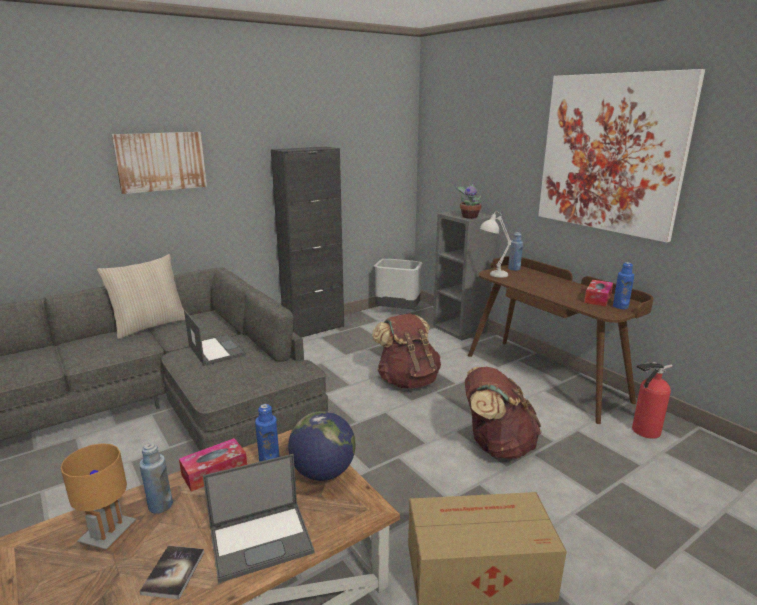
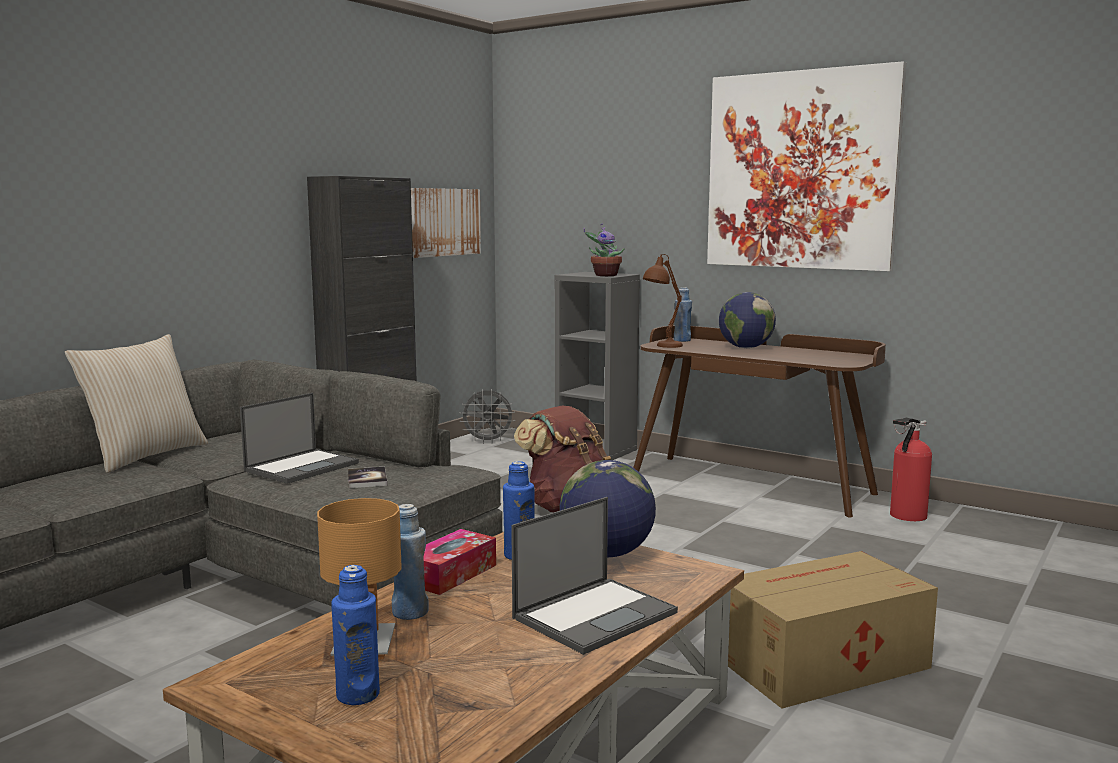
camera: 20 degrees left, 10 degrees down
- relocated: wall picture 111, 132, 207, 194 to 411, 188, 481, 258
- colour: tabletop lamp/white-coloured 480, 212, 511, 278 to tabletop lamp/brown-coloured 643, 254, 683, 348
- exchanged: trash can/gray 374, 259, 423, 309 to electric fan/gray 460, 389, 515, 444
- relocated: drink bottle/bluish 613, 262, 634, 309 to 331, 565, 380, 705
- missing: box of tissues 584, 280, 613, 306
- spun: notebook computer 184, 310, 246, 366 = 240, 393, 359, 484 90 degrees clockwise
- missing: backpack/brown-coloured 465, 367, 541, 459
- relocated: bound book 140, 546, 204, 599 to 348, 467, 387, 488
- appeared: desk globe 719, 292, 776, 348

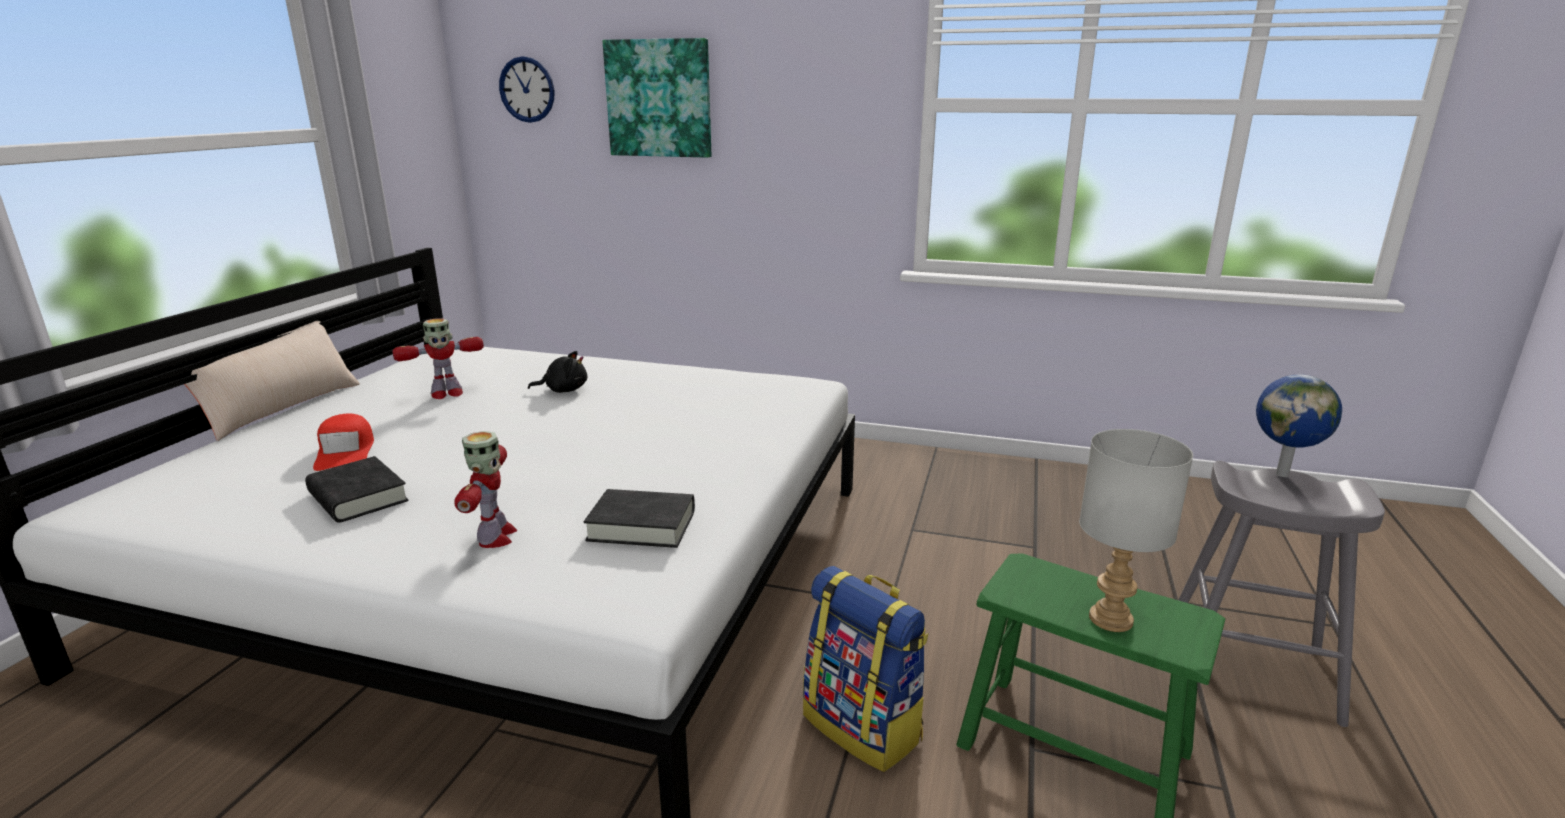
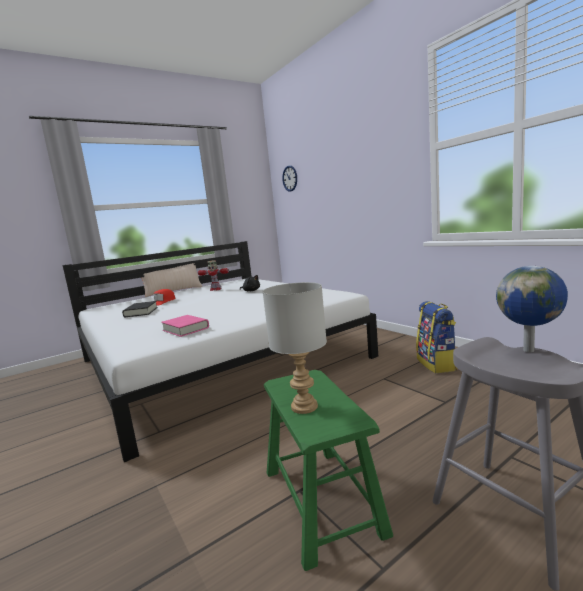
camera: 40 degrees right, 10 degrees down
- missing: wall picture 603, 38, 711, 158
- missing: toy robot 455, 431, 517, 548
- colour: bound book/blackish 584, 489, 695, 548 to bound book/pink 161, 315, 209, 337
- relocated: backpack 803, 566, 929, 772 to 416, 301, 457, 373

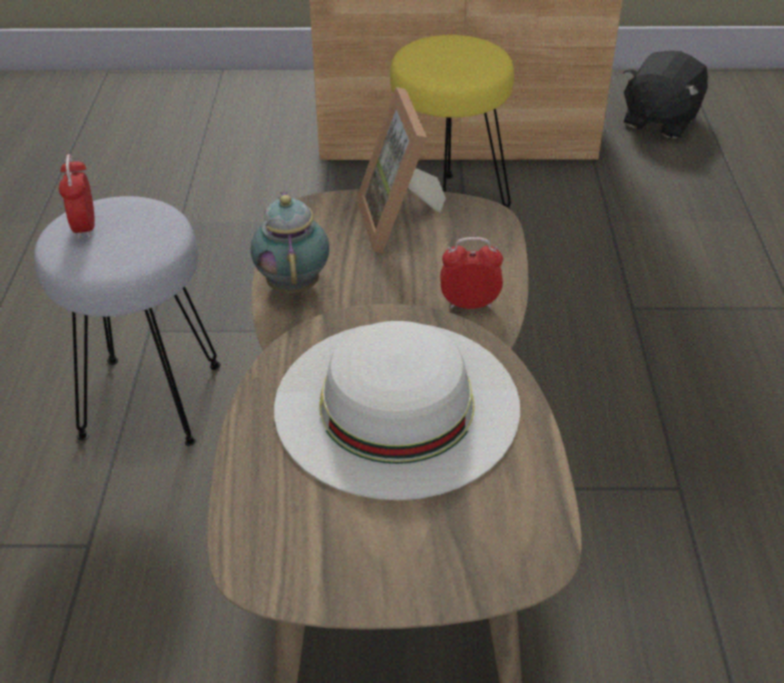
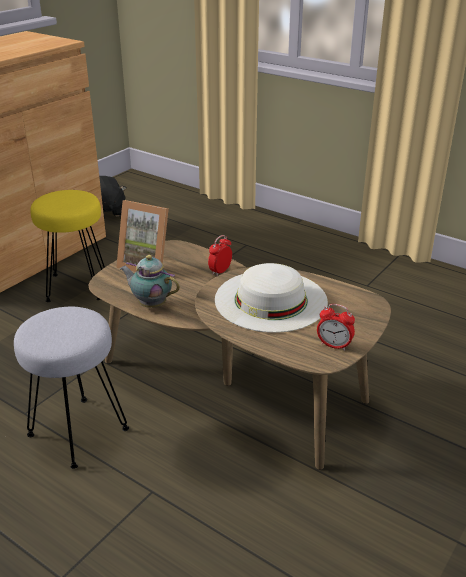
camera: 55 degrees left, 10 degrees down
- relocated: alarm clock 59, 154, 95, 239 to 317, 304, 355, 351

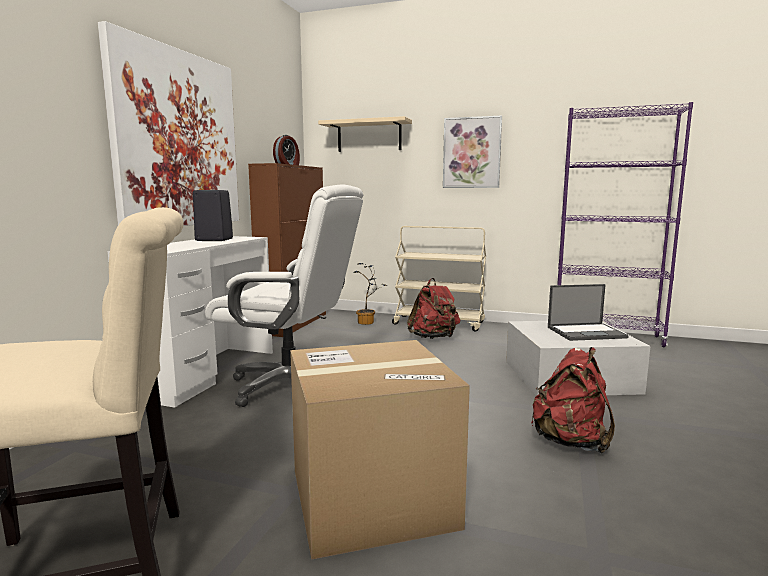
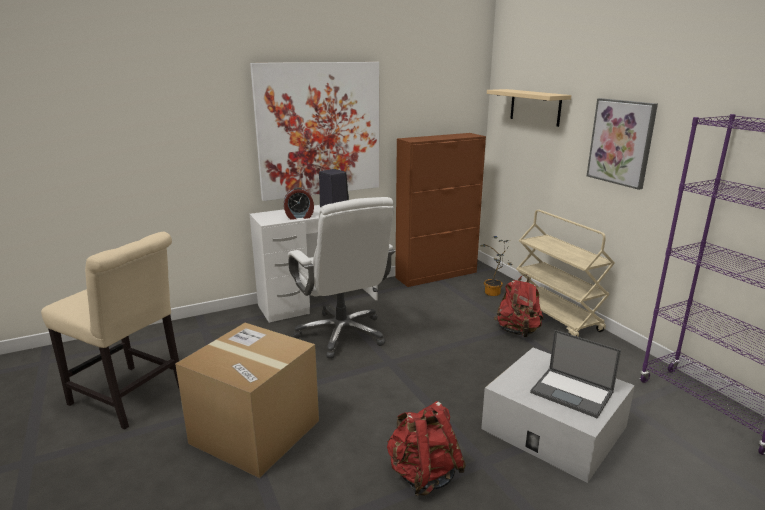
camera: 45 degrees right, 10 degrees up
- relocated: alarm clock 273, 135, 300, 165 to 284, 187, 314, 220

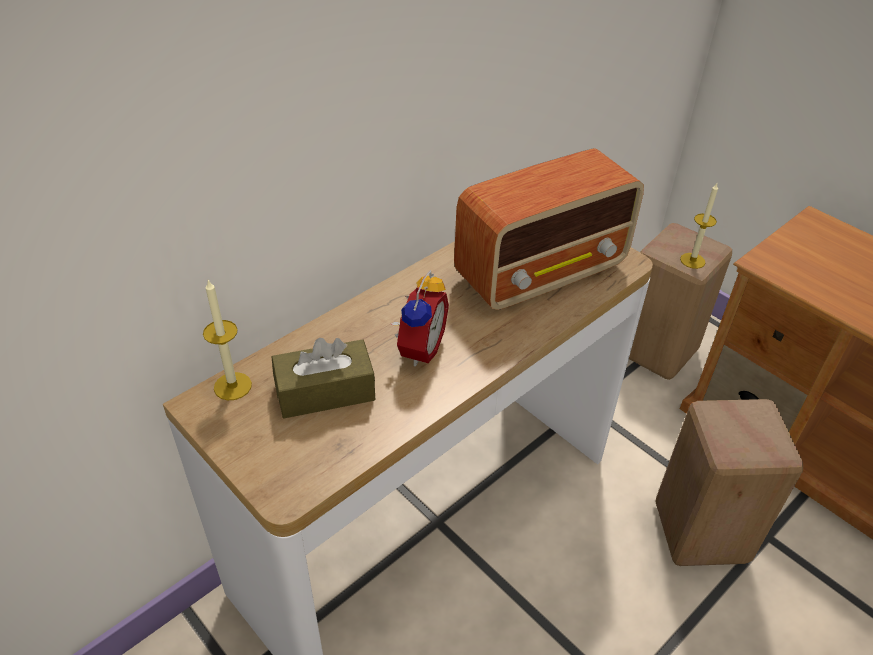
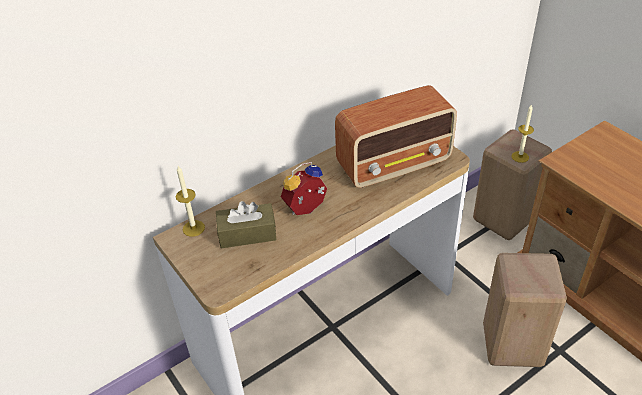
camera: 10 degrees right, 0 degrees up
- spun: alarm clock 390, 270, 449, 366 = 281, 162, 327, 215 150 degrees counterclockwise

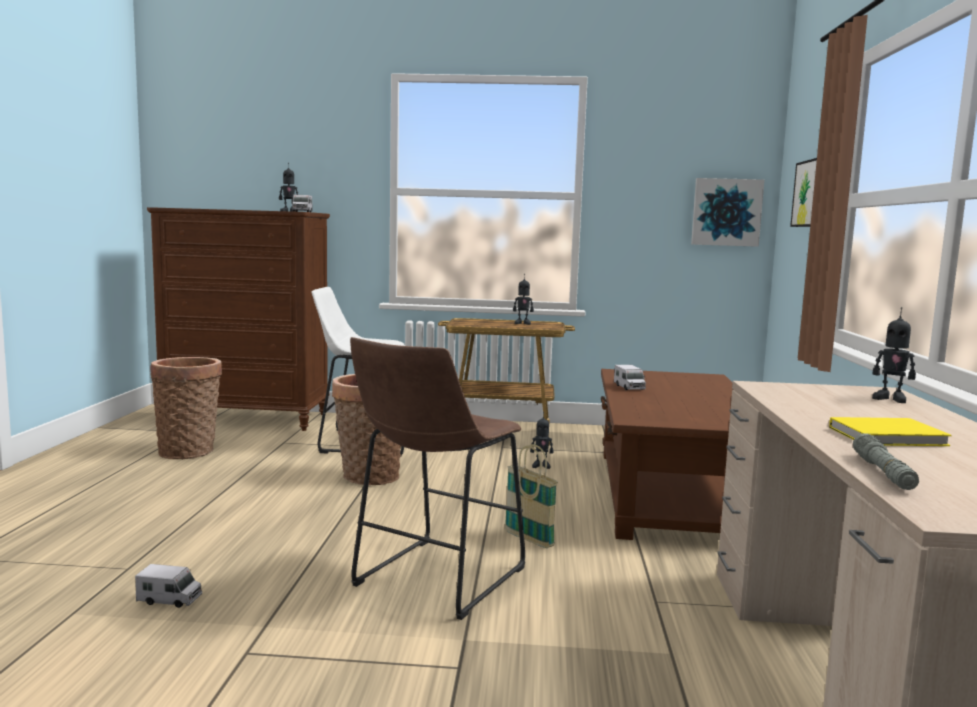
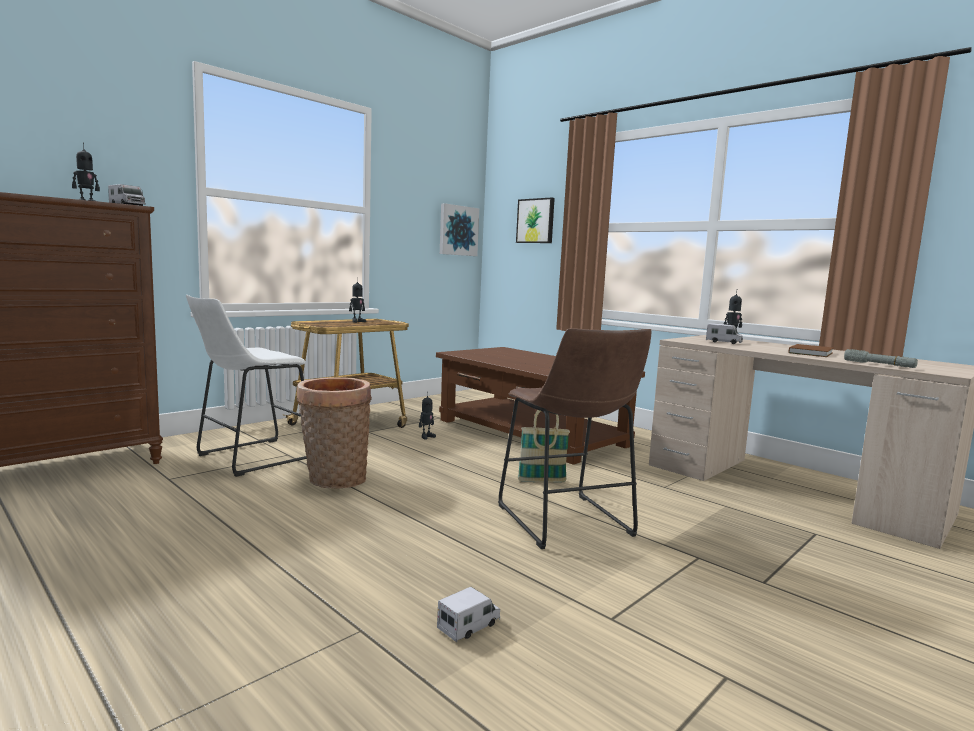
camera: 50 degrees left, 0 degrees up
- missing: storage basket 150, 357, 222, 459
- relocated: toy truck 614, 365, 646, 390 to 706, 323, 743, 344
- colour: bound book/yellow-coloured 829, 417, 952, 446 to bound book/brown-coloured 788, 344, 833, 357

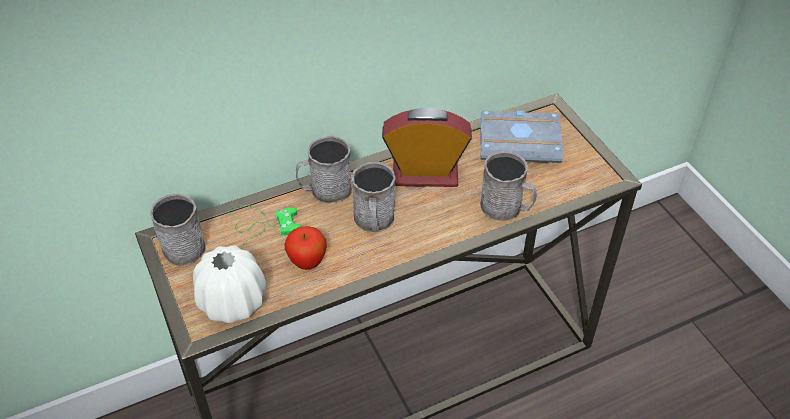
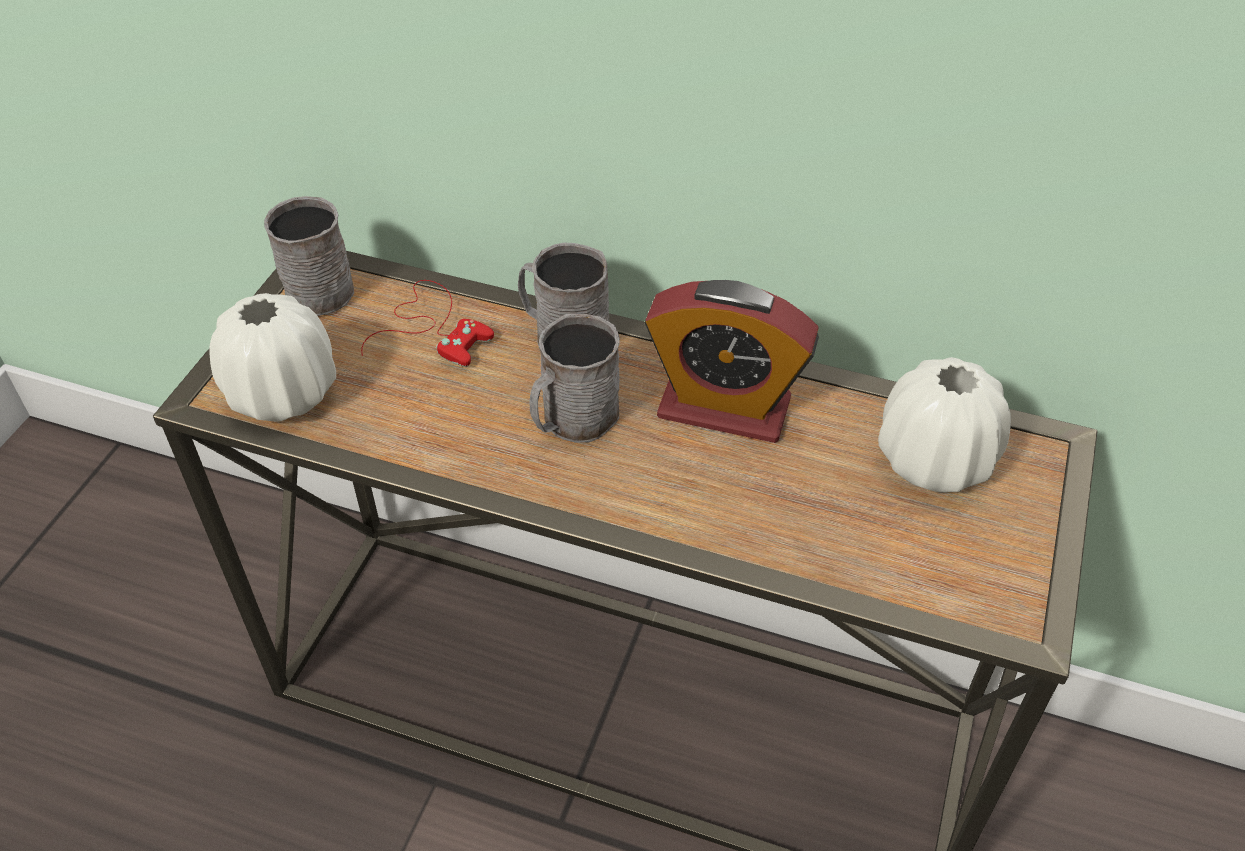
camera: 45 degrees right, 0 degrees up
- spun: alarm clock 382, 107, 472, 187 = 645, 280, 819, 443 150 degrees clockwise
- exchanged: bound book/gray 480, 110, 563, 163 to vase/white-coloured 878, 357, 1011, 492
- missing: coffee mug/gray 480, 151, 537, 221
- colour: game controller/green 229, 205, 302, 250 to game controller/red 361, 280, 494, 367
- missing: whole apple 285, 226, 327, 270

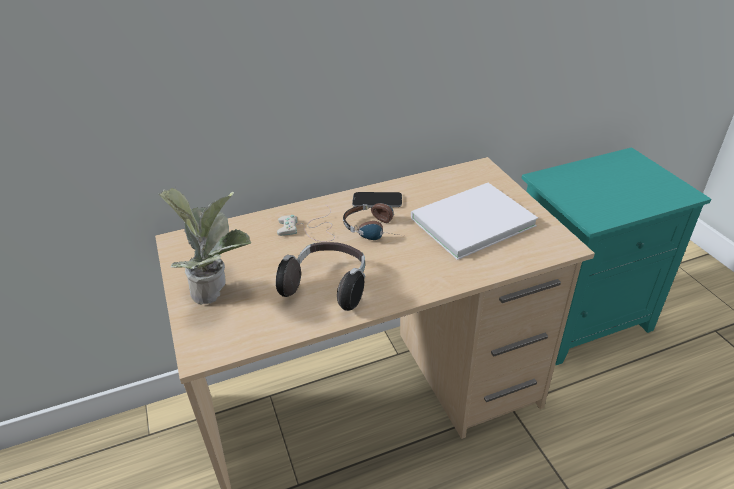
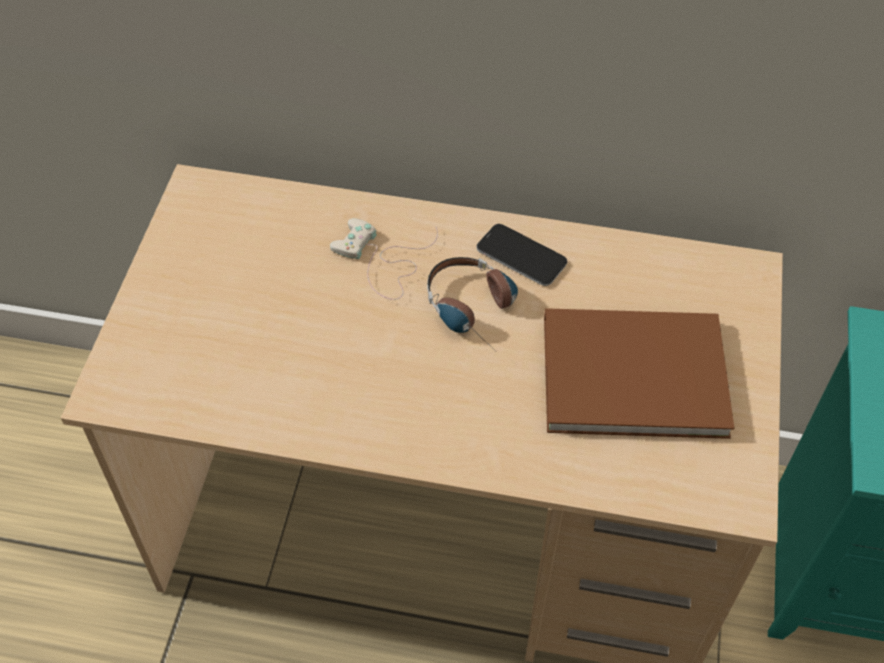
camera: 30 degrees right, 15 degrees up
- colour: bound book/white-coloured 411, 183, 538, 260 to bound book/brown-coloured 544, 308, 734, 439
- missing: potted plant 159, 188, 251, 305
- missing: headphones 276, 242, 366, 311

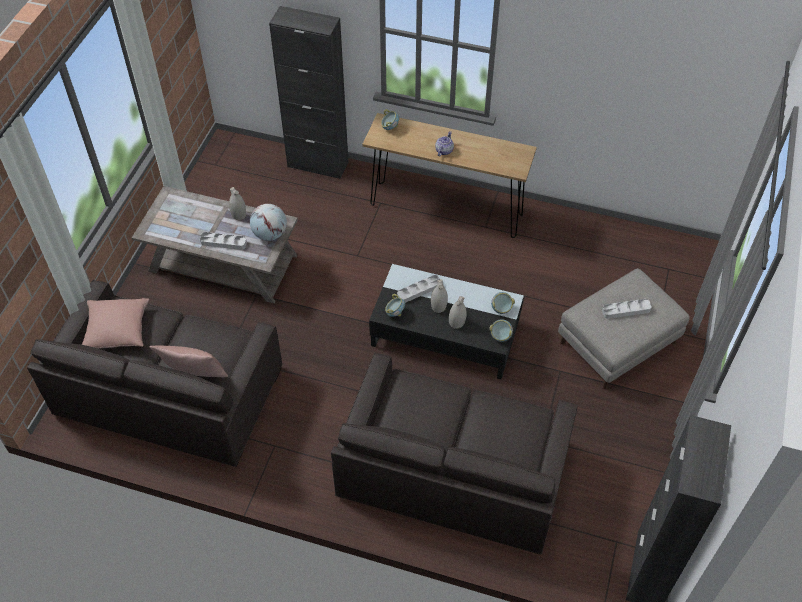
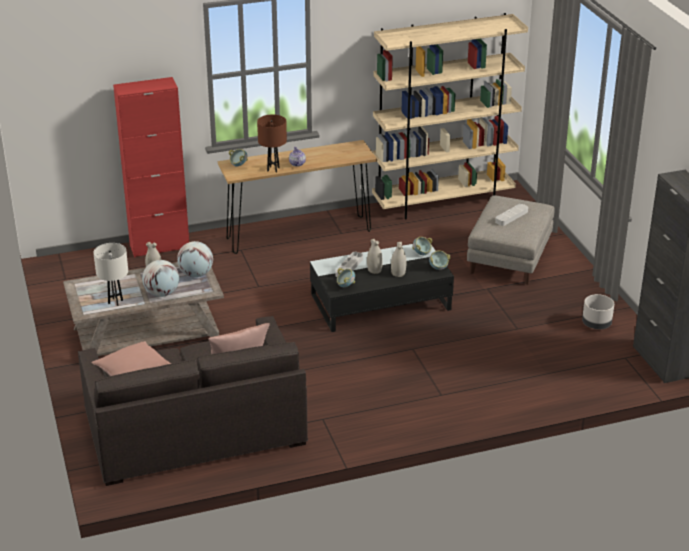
camera: 35 degrees left, 20 degrees down
- colour: cabinet/blackish 269, 6, 349, 179 to cabinet/red 113, 77, 189, 258
- exchanged: serving tray/gray 200, 232, 247, 250 to desk globe 142, 260, 179, 297
- missing: settee/gray 331, 353, 578, 555
- appeared: bookcase/beige-coloured 372, 13, 528, 219
- appeared: tabletop lamp/brown-coloured 257, 114, 287, 173
- appeared: tabletop lamp/white-coloured 93, 243, 128, 306
- appeared: flower pot/gray 582, 294, 614, 329

